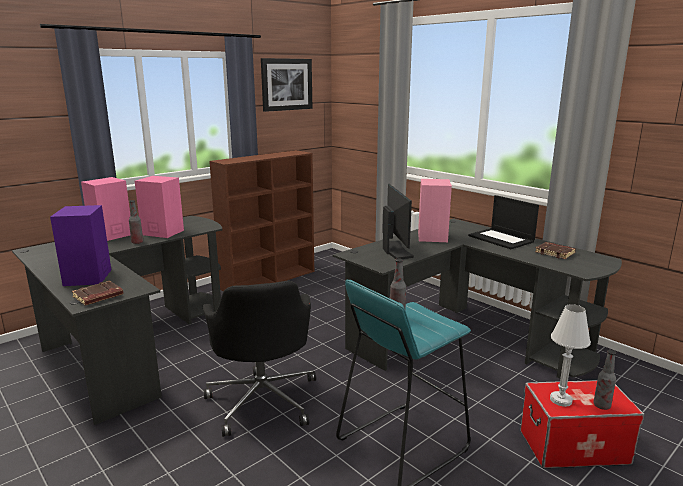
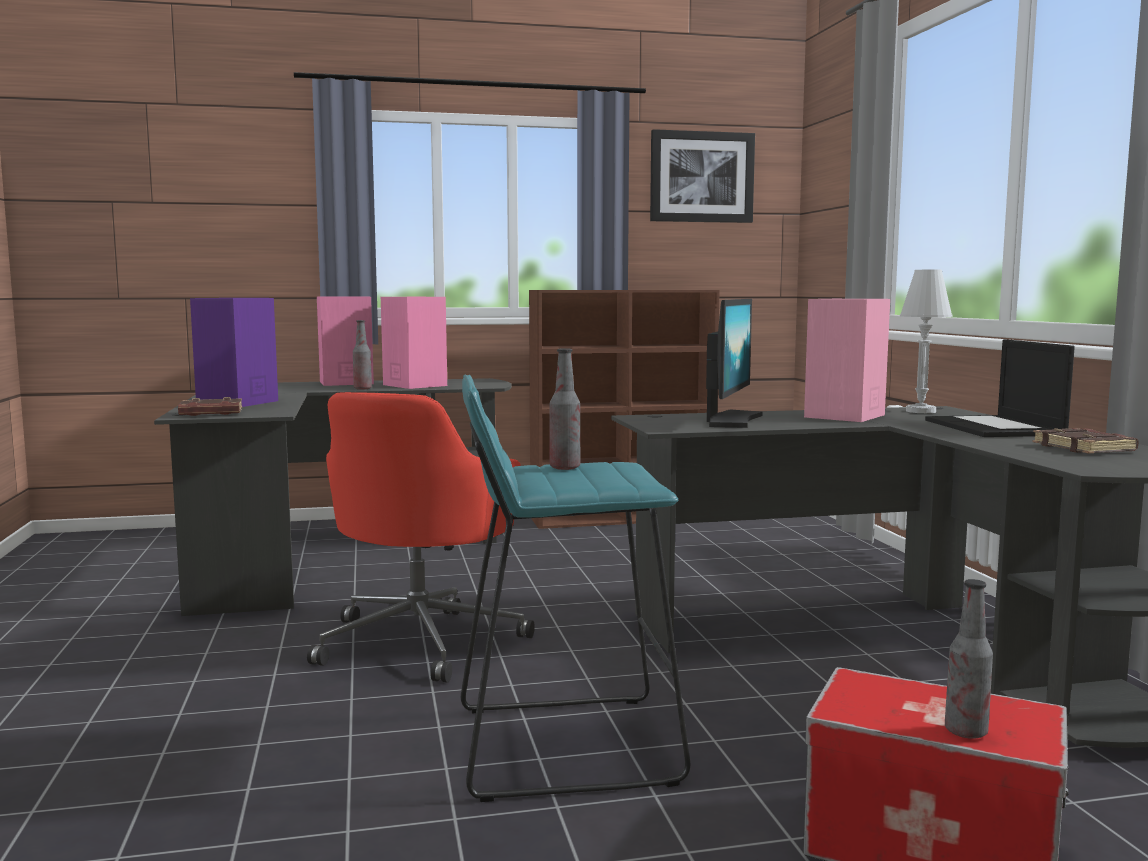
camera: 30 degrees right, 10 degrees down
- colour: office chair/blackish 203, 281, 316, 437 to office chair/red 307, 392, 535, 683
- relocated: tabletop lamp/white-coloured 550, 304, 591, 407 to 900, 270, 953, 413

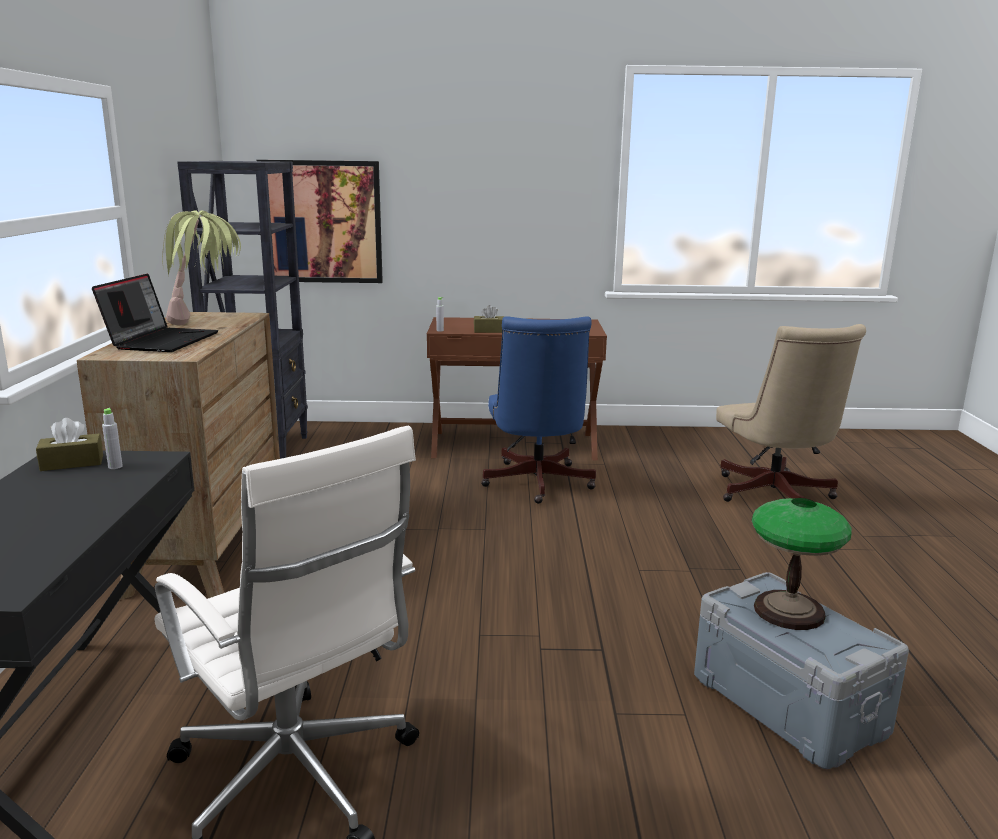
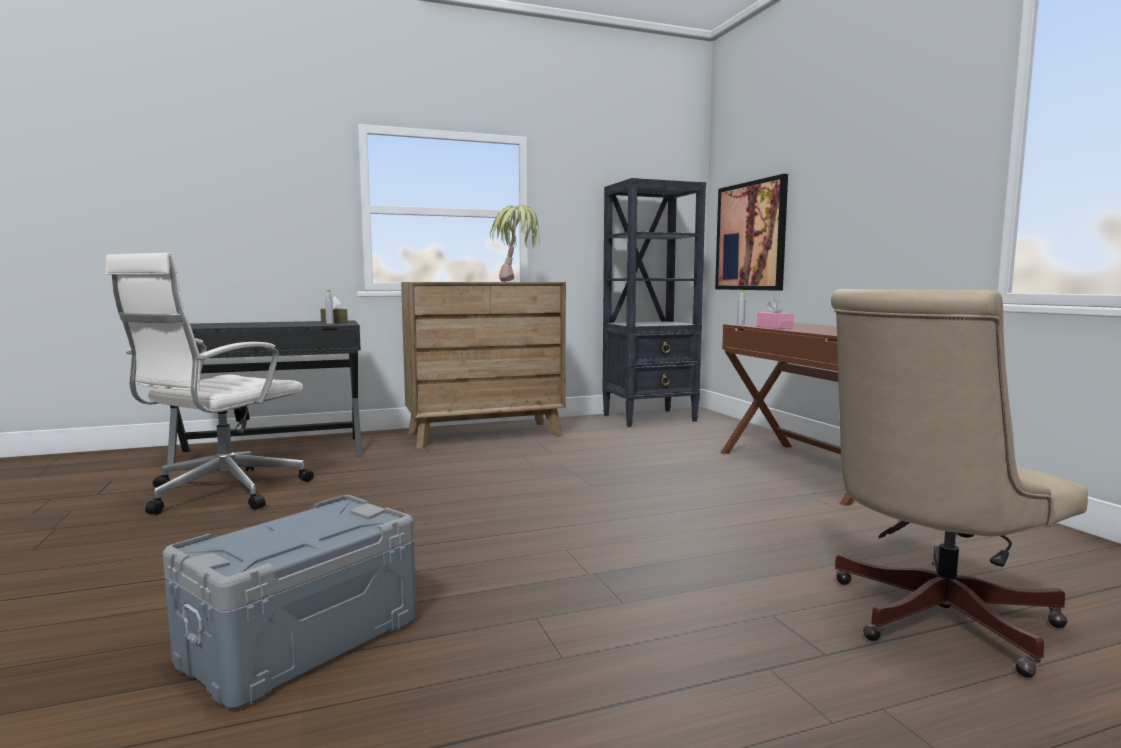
camera: 70 degrees right, 10 degrees down
- missing: notebook computer 92, 273, 218, 352
- colour: box of tissues/brown-coloured 474, 305, 504, 333 to box of tissues/pink 757, 299, 794, 329
- missing: office chair/bluish 481, 316, 596, 504
- missing: tabletop lamp 752, 498, 852, 630

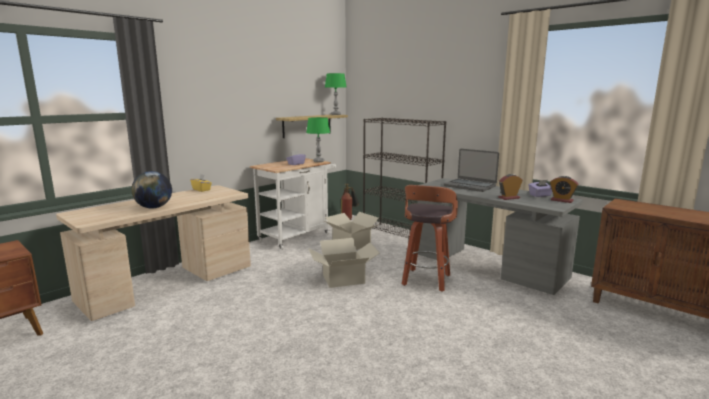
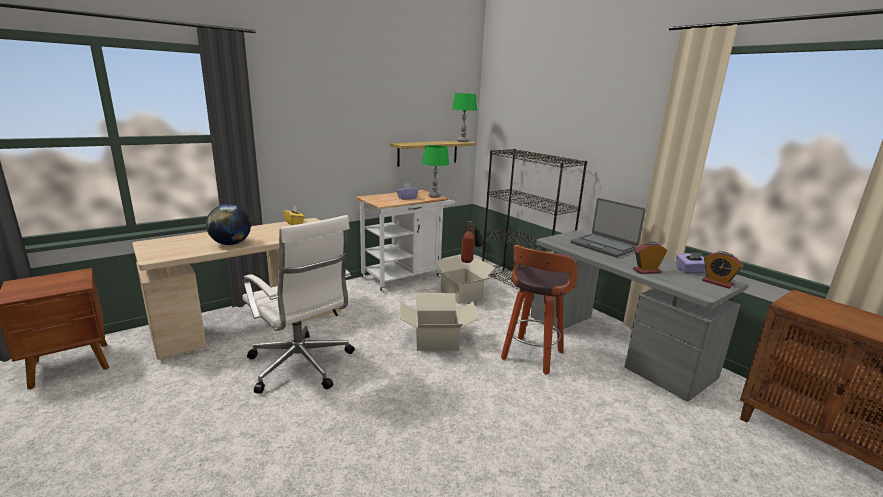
camera: 10 degrees right, 5 degrees up
- appeared: office chair/white-coloured 242, 215, 355, 394

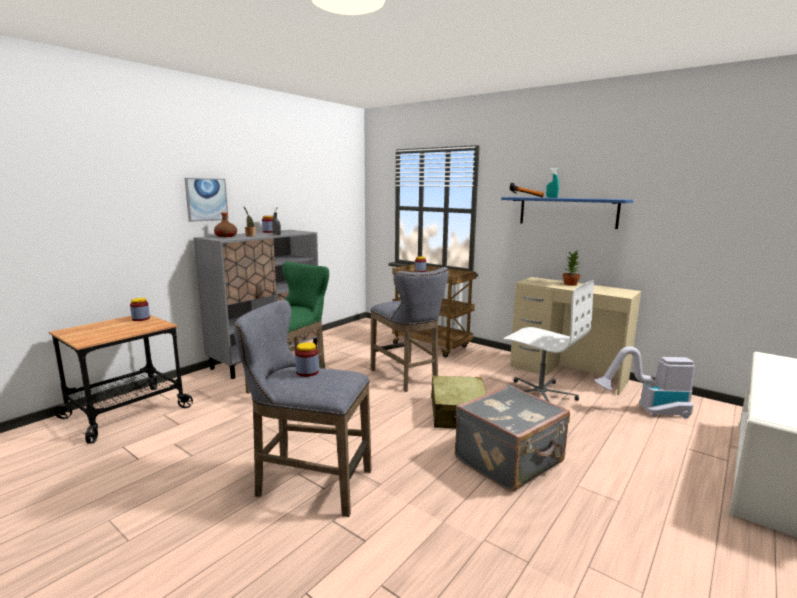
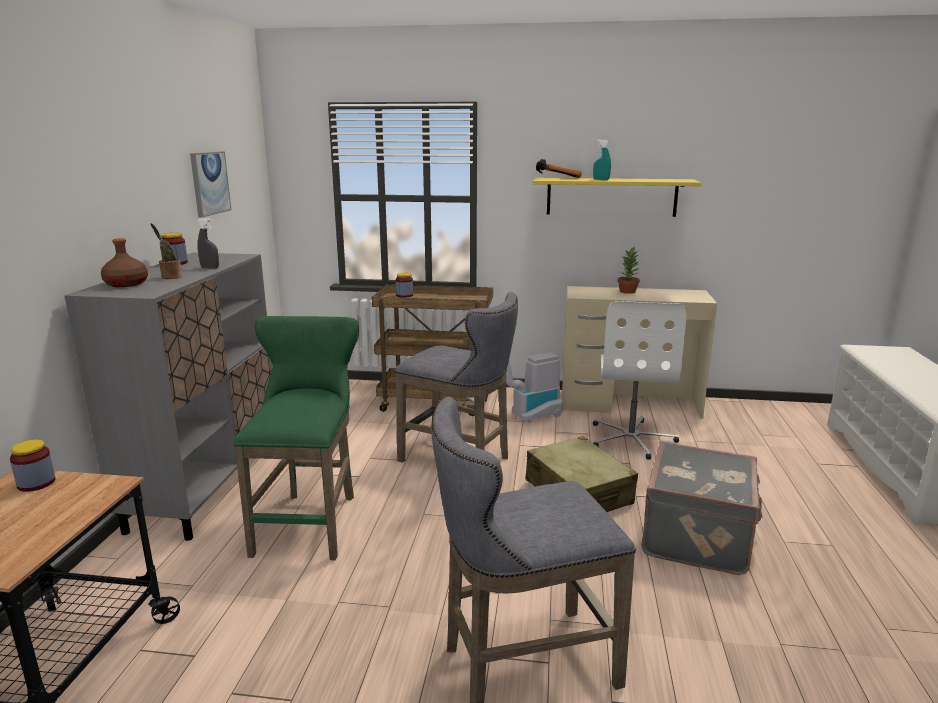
camera: 30 degrees left, 5 degrees up
- relocated: wall picture 185, 178, 229, 222 to 190, 151, 231, 217
- colour: bracket shelf/bluish 501, 197, 633, 229 to bracket shelf/yellow-coloured 533, 178, 701, 217
- spun: office chair/white-coloured 504, 280, 594, 402 = 593, 301, 686, 460 90 degrees clockwise
- missing: jar 295, 342, 319, 377
- relocated: vacuum cleaner 594, 346, 695, 419 to 467, 352, 563, 423

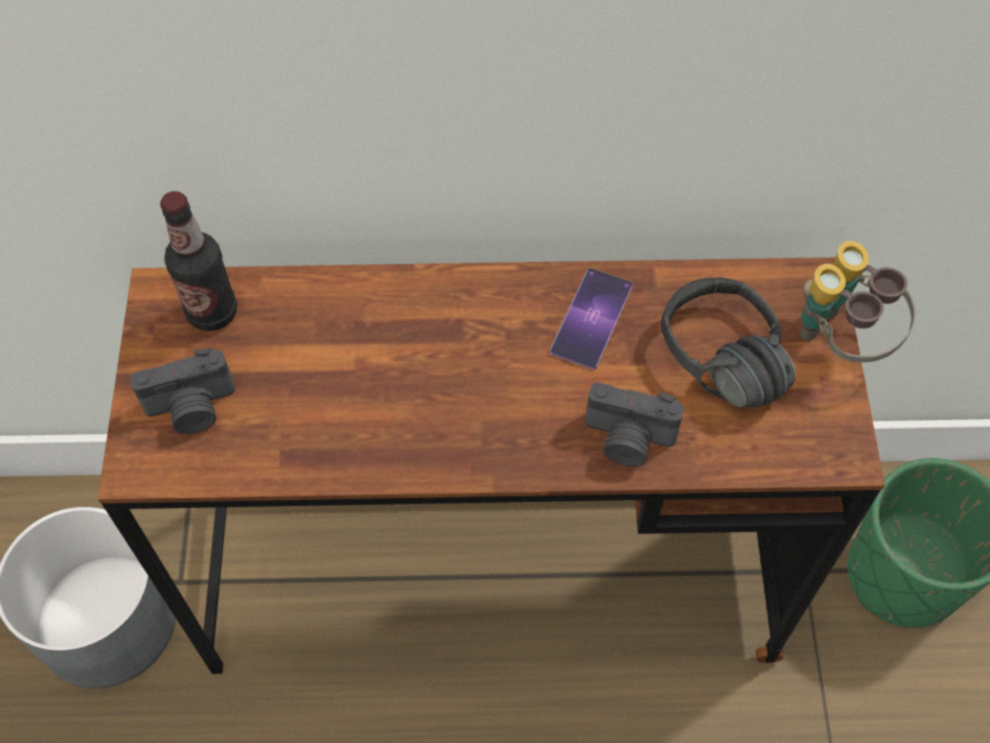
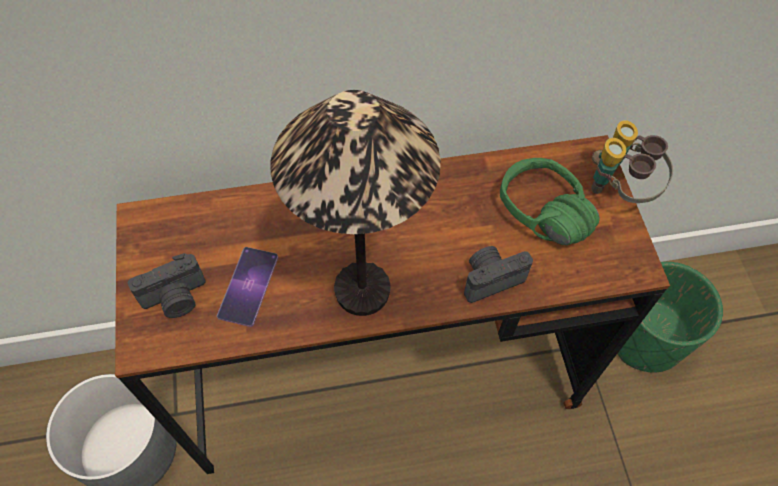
camera: 10 degrees left, 0 degrees up
- missing: drink bottle 160, 191, 237, 331
- relocated: telephone 550, 268, 632, 370 to 217, 247, 278, 327
- colour: headphones/blackish 661, 278, 796, 408 to headphones/green 500, 158, 600, 245
- spun: still camera 585, 382, 684, 466 = 464, 246, 533, 303 150 degrees clockwise
- appeared: tabletop lamp 270, 90, 441, 316

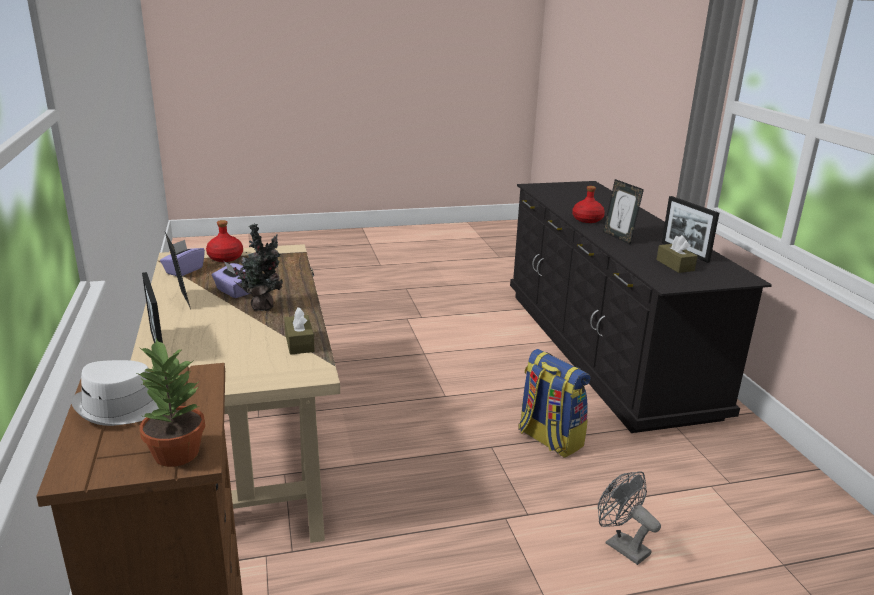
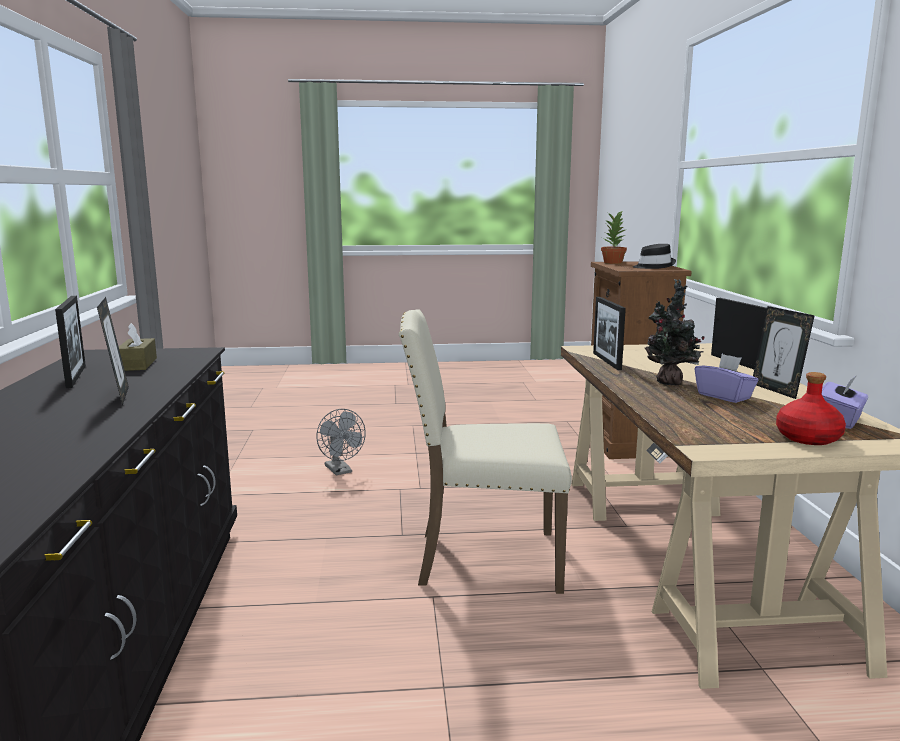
camera: 170 degrees left, 10 degrees down
- missing: drink bottle/red 572, 186, 605, 223
- exchanged: box of tissues/brown-coloured 284, 308, 315, 355 to photo frame 593, 297, 626, 370
- missing: backpack 519, 349, 590, 458
- colour: hat/white-coloured 71, 360, 159, 426 to hat/blackish 633, 244, 676, 269
- appeared: plain chair/beige-coloured 399, 309, 572, 594

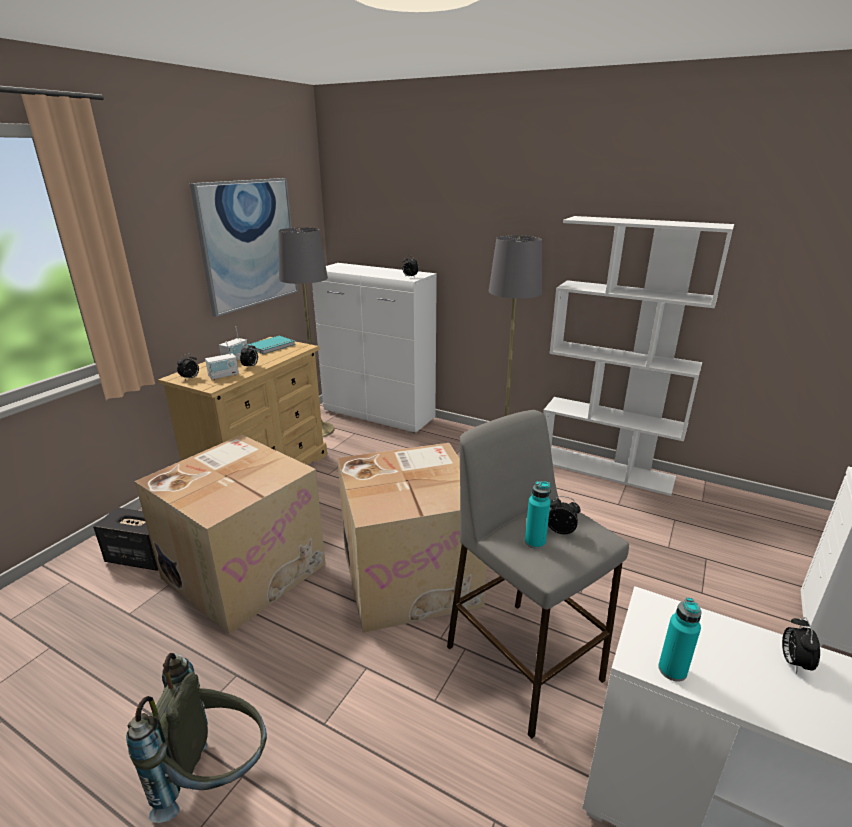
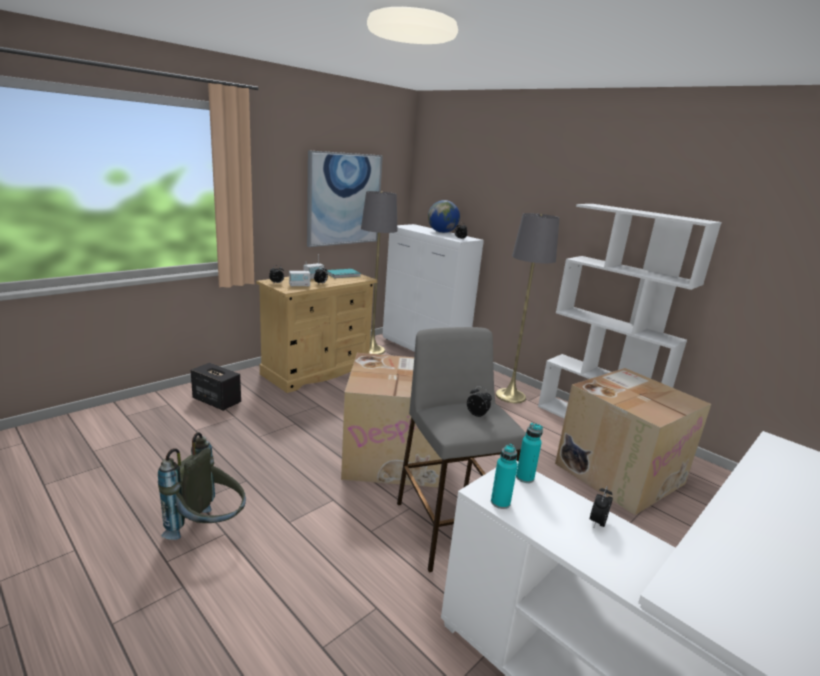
camera: 15 degrees right, 5 degrees down
- relocated: cardboard box 135, 435, 325, 634 to 555, 368, 711, 515
- relocated: drink bottle/turquoise-coloured 525, 481, 551, 549 to 516, 423, 543, 483
- appeared: desk globe 428, 200, 460, 233

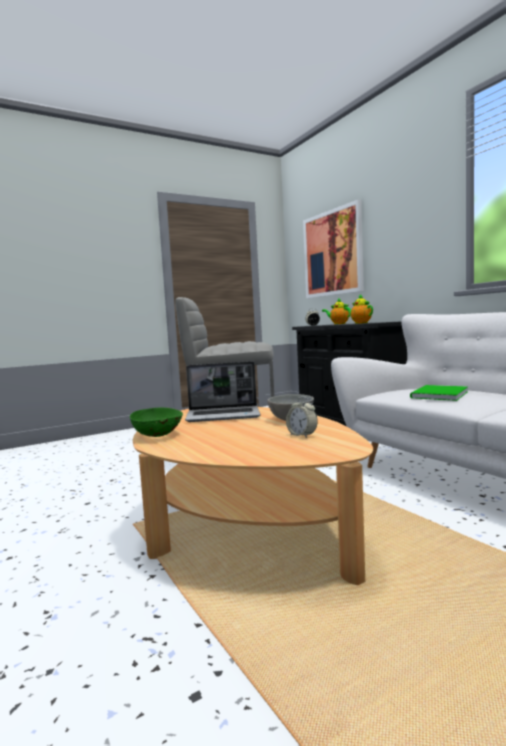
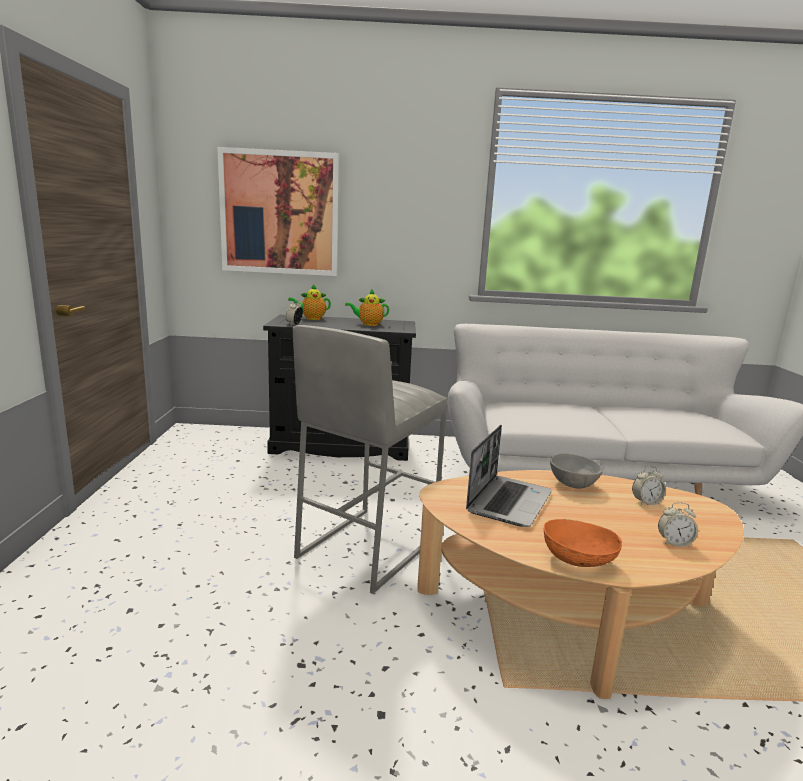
camera: 60 degrees left, 10 degrees up
- missing: bound book/green 410, 385, 468, 401
- colour: bowl/green 130, 408, 183, 437 to bowl/orangey 544, 519, 622, 567
- appeared: alarm clock 658, 502, 698, 547

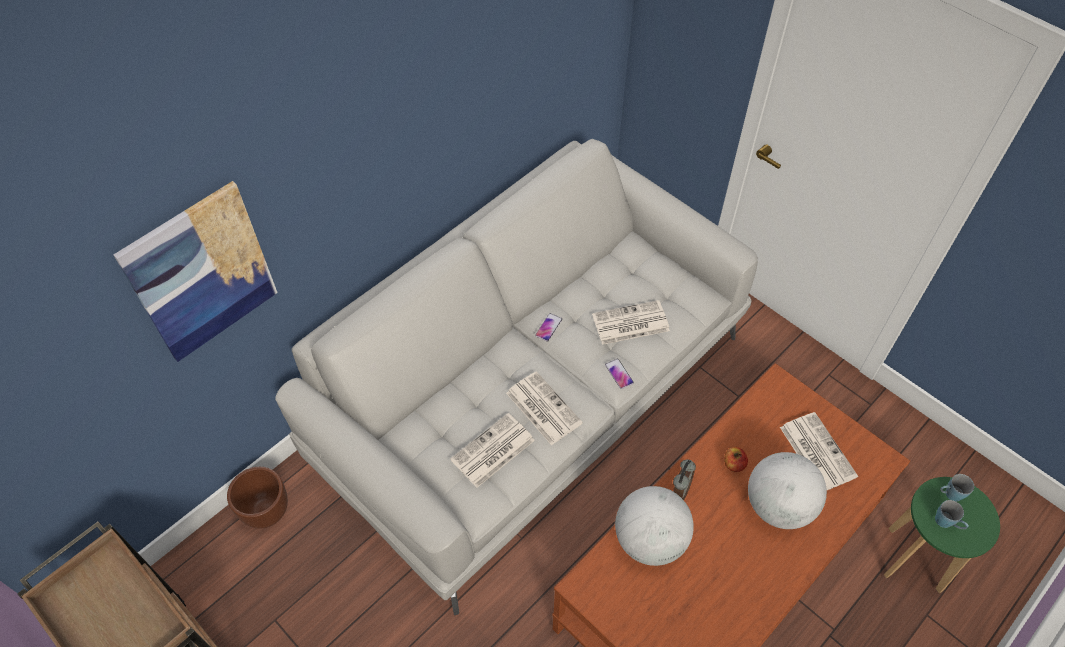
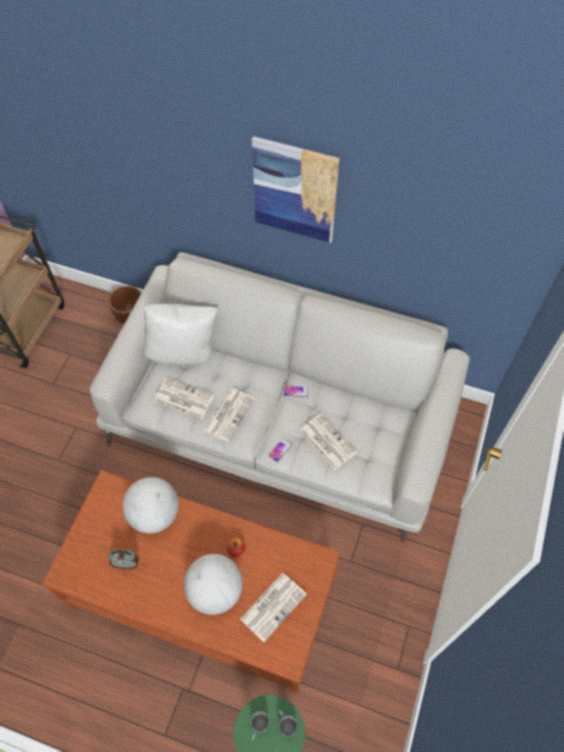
camera: 65 degrees right, 5 degrees up
- relocated: wall picture 114, 181, 278, 362 to 252, 136, 340, 243
- relocated: alarm clock 673, 460, 696, 500 to 109, 549, 139, 569
- appeared: cushion/white-coloured 143, 304, 218, 365

